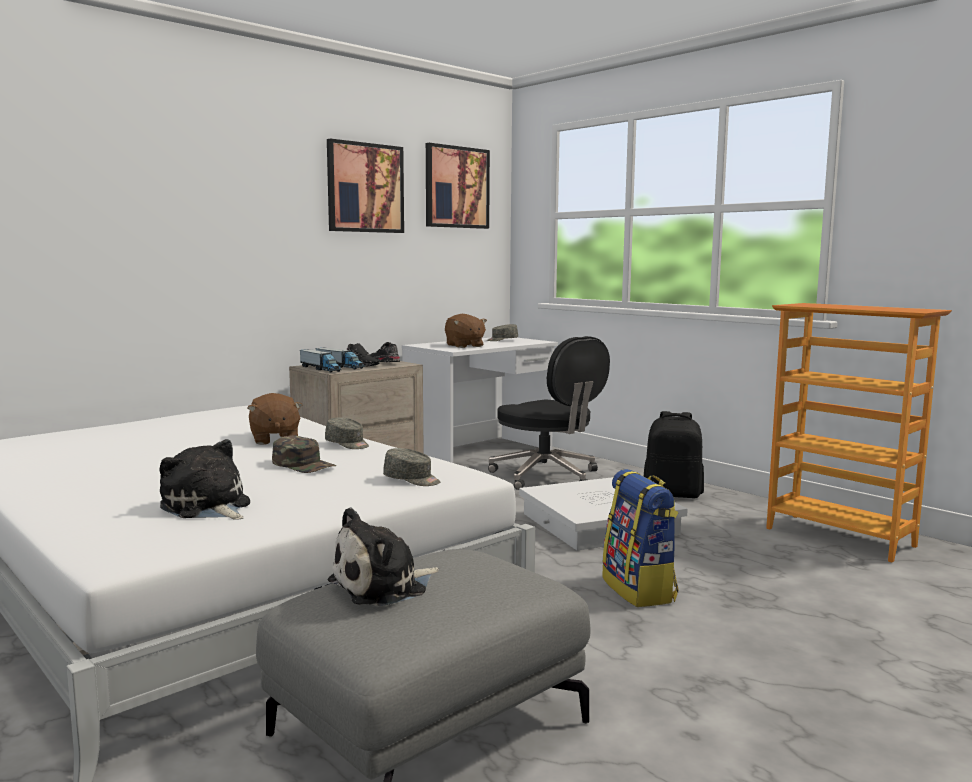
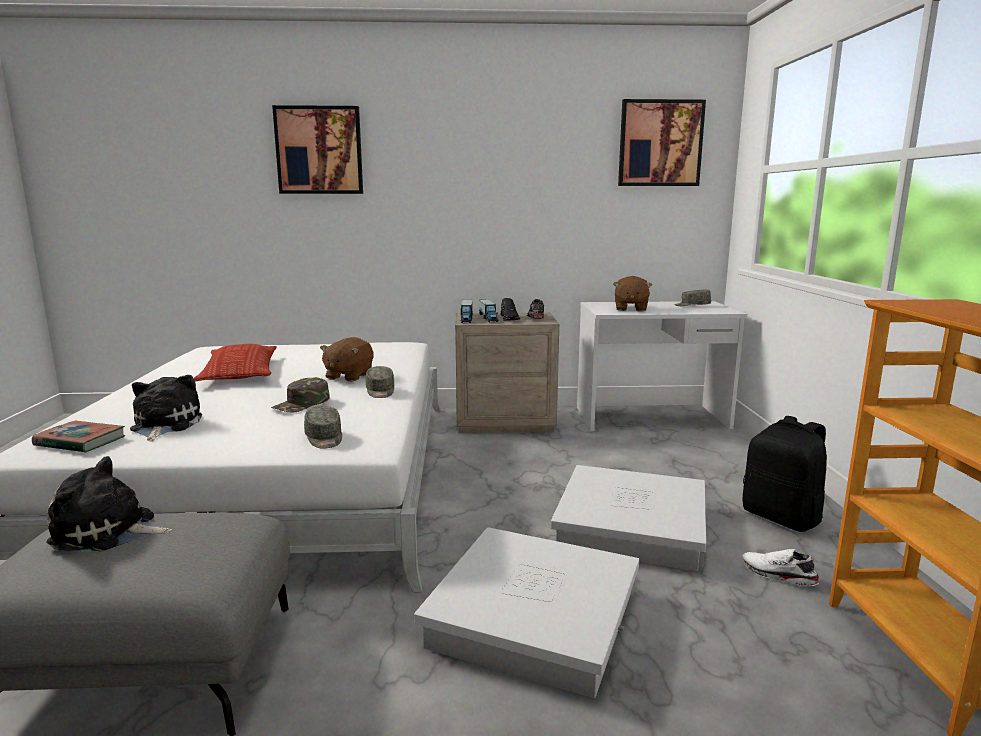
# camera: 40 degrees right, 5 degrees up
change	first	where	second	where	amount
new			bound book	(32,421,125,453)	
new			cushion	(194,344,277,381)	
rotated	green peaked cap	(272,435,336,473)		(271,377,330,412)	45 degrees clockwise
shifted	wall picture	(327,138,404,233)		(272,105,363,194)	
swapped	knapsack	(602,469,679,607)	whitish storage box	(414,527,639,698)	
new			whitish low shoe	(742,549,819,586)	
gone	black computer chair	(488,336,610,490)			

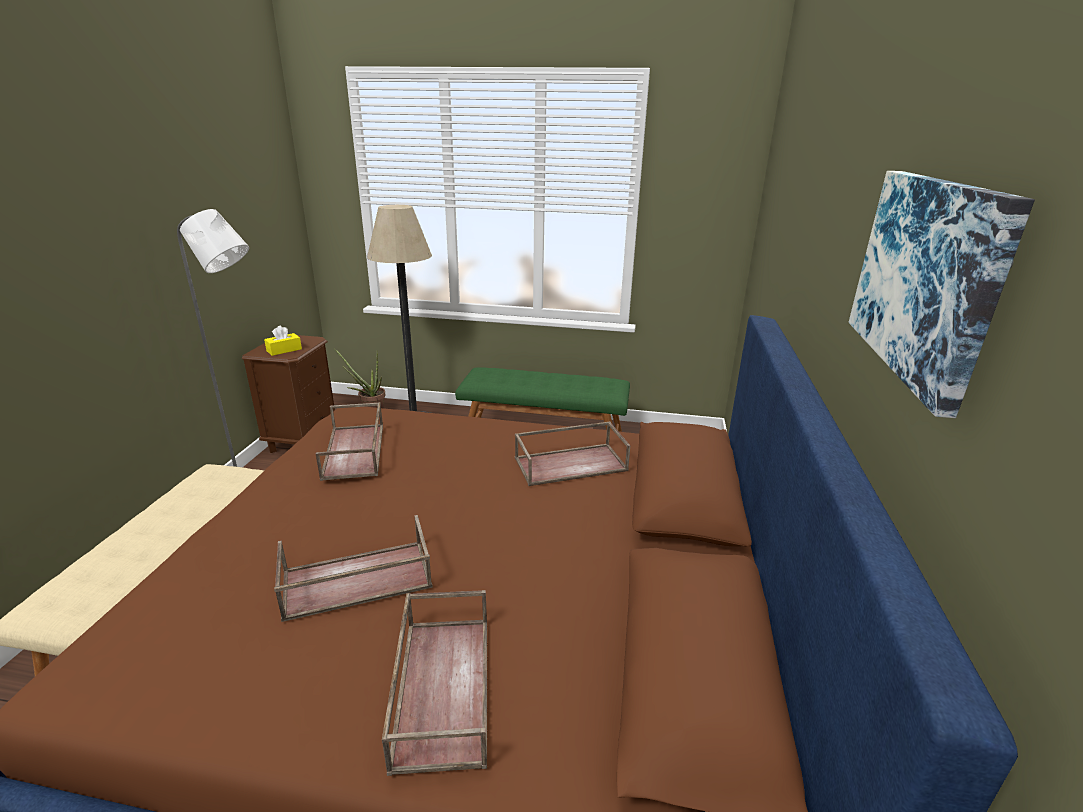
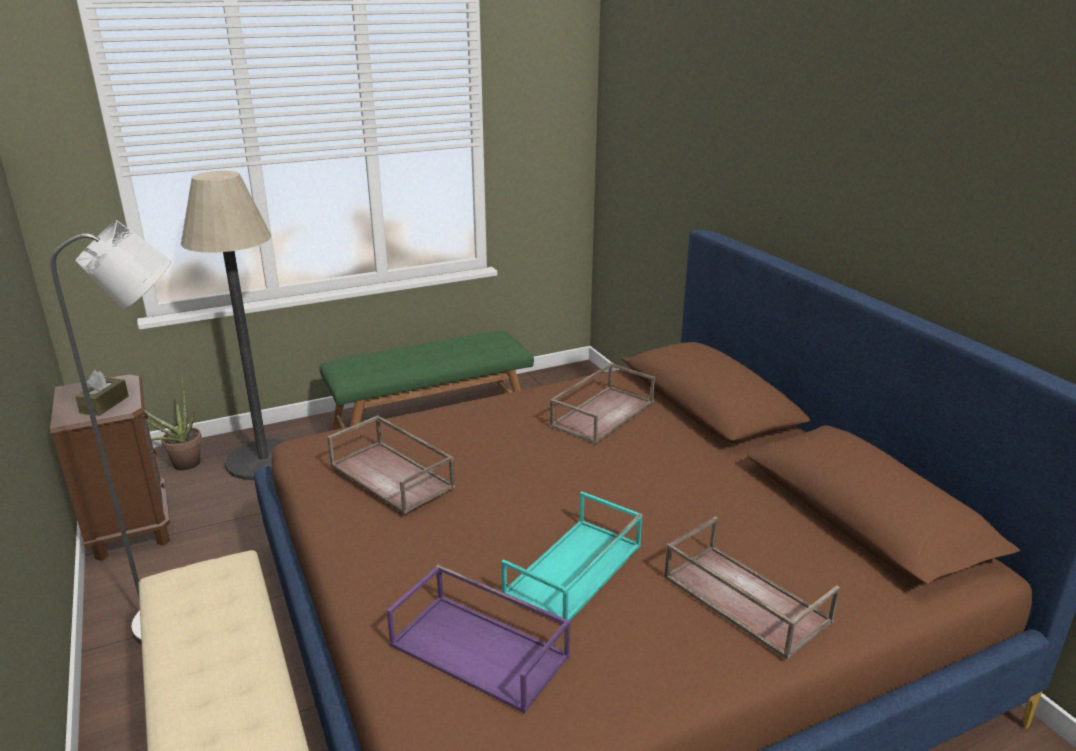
# camera: 35 degrees left, 0 degrees up
change	first	where	second	where	amount
repainted	yellow-coloured tissue box	(264,325,302,356)	brown tissue box	(75,370,129,416)	
new			purple-coloured carrying tray	(387,565,571,713)	
repainted	brown carrying tray	(274,515,433,622)	turquoise carrying tray	(501,492,643,621)	
gone	wall picture	(849,171,1035,418)			

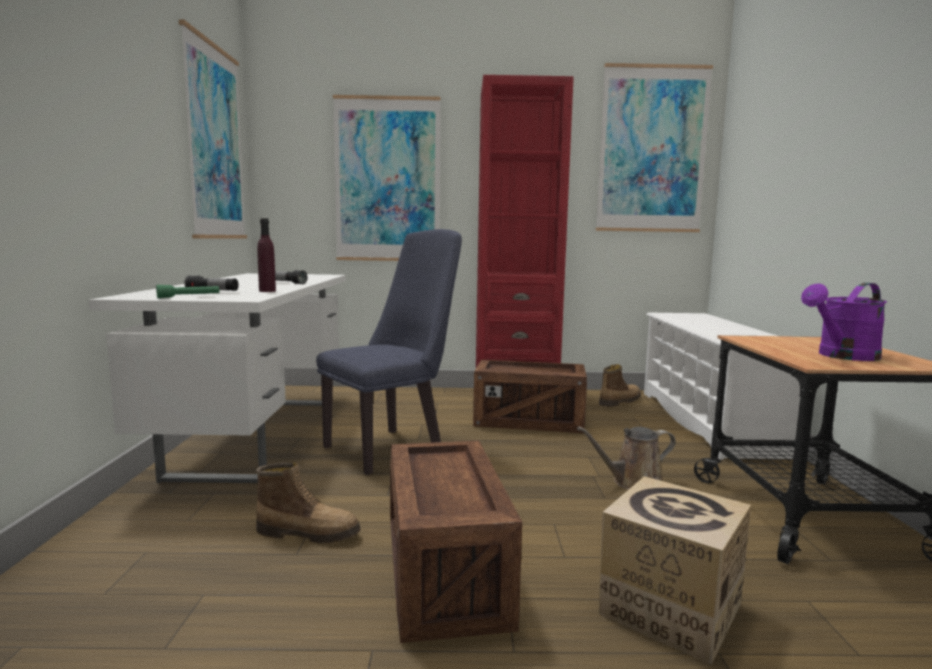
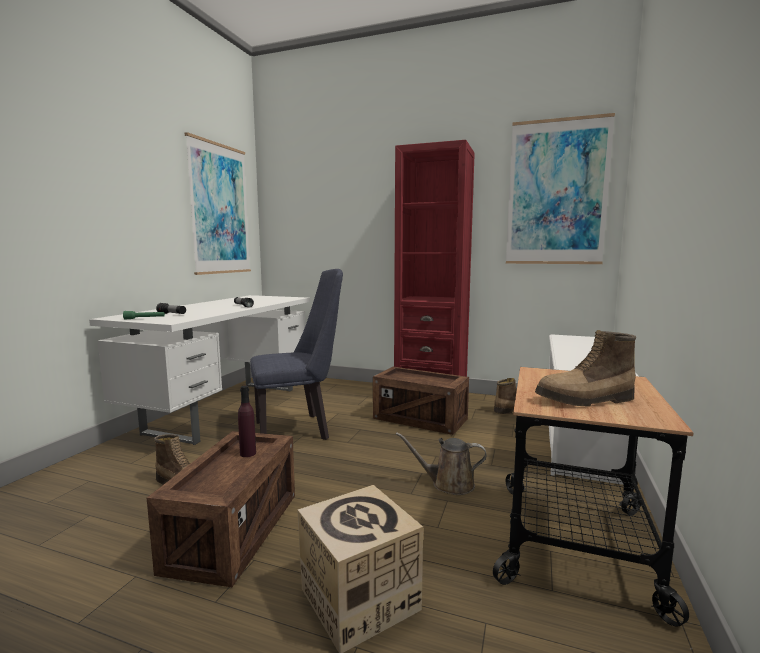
# camera: 20 degrees right, 0 degrees up
change	first	where	second	where	amount
shifted	purple-coloured drink bottle	(257,218,276,292)		(238,386,256,457)	
swapped	purple-coloured sprinkling can	(801,283,887,361)	high-top boot	(535,330,636,407)	
gone	wall picture	(333,95,441,261)			

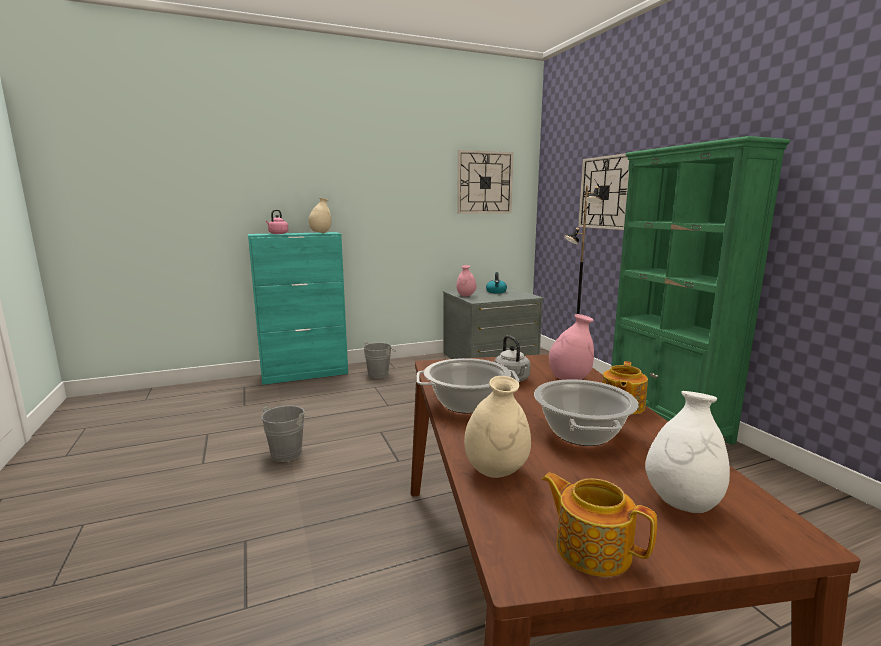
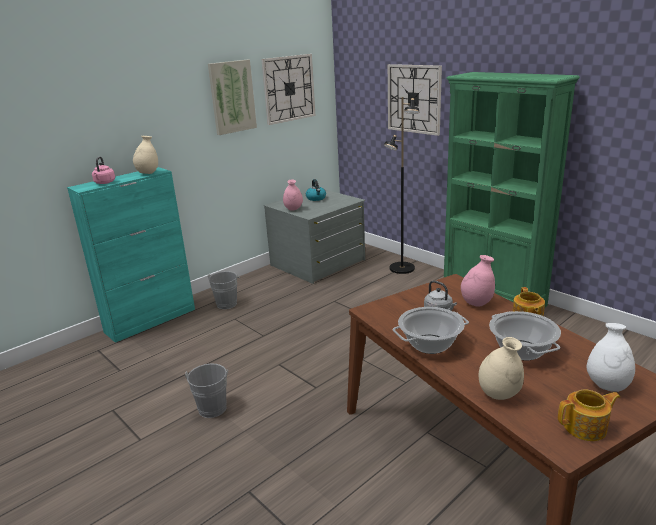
# camera: 20 degrees left, 10 degrees up
change	first	where	second	where	amount
new			wall picture	(208,60,257,135)	
rotated	tea pot	(542,473,657,577)		(558,390,620,441)	150 degrees clockwise

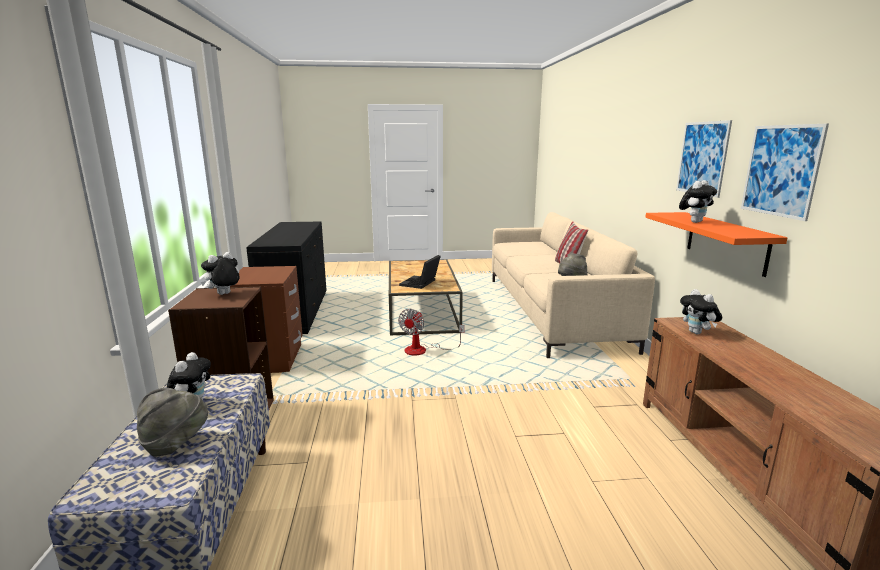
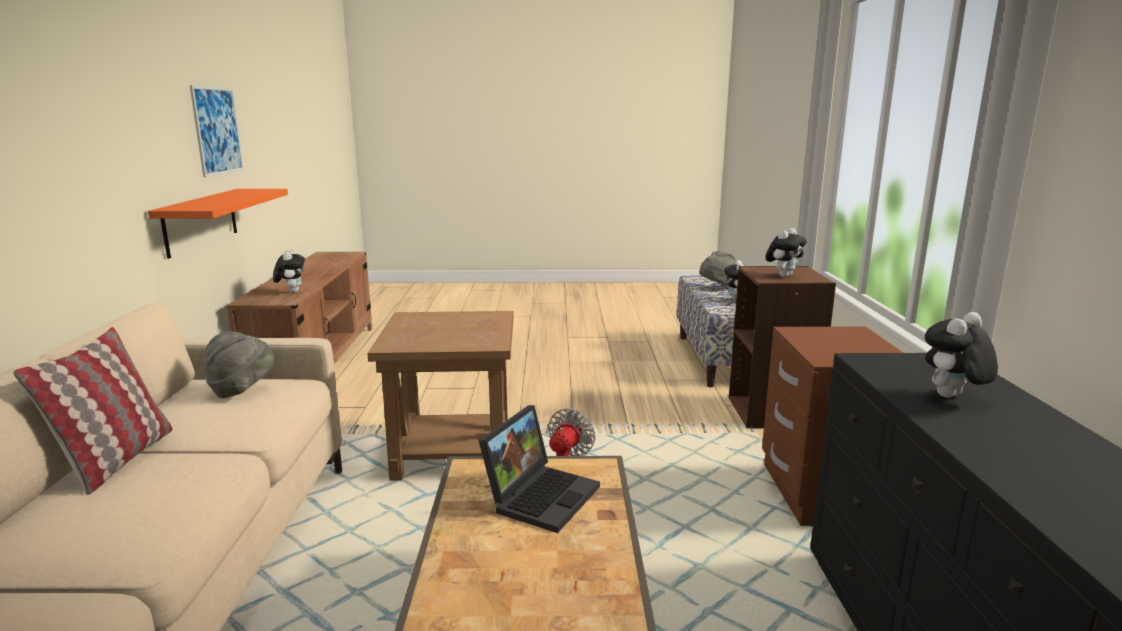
# camera: 175 degrees left, 0 degrees up
change	first	where	second	where	amount
new			brown side table	(367,311,514,481)	
shifted	soft toy	(679,180,717,223)		(925,312,998,398)	
gone	wall picture	(676,120,732,198)			

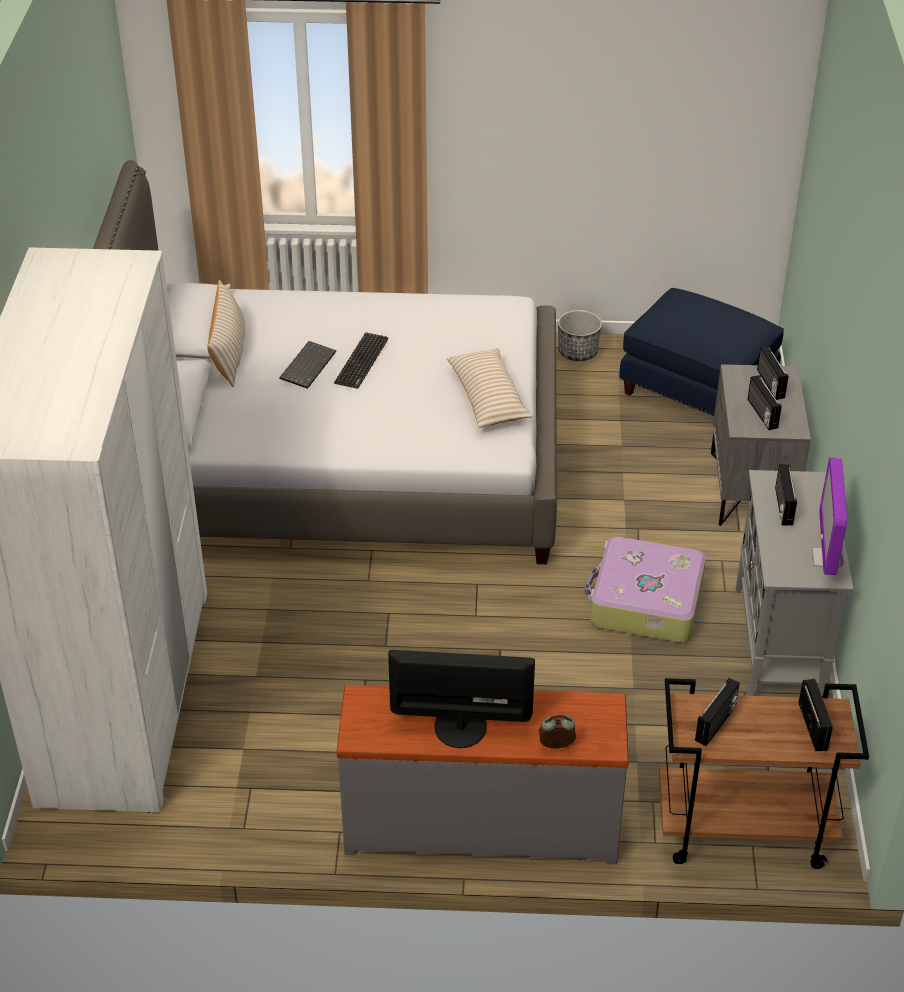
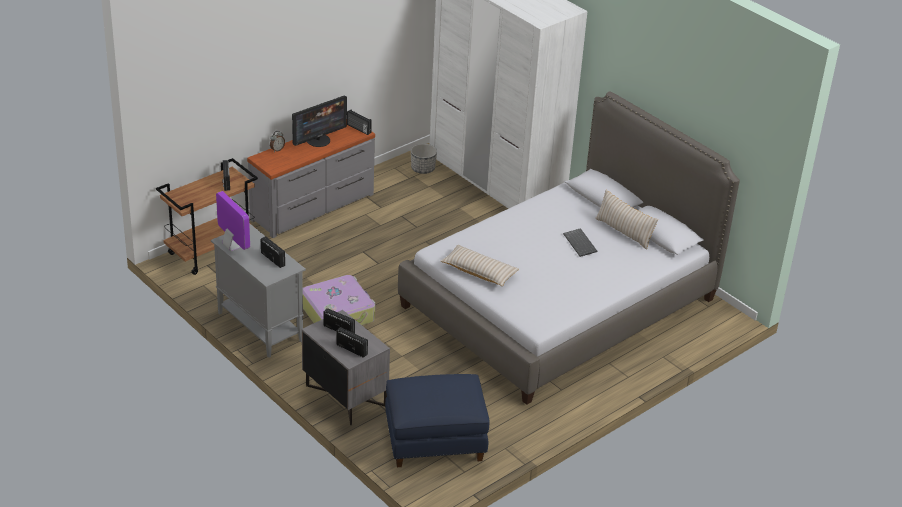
# camera: 135 degrees right, 5 degrees down
change	first	where	second	where	amount
shifted	radio	(798,679,833,751)		(347,109,372,135)	
shifted	planter	(558,310,602,361)		(411,144,437,174)	
gone	PC keyboard	(334,332,388,389)			

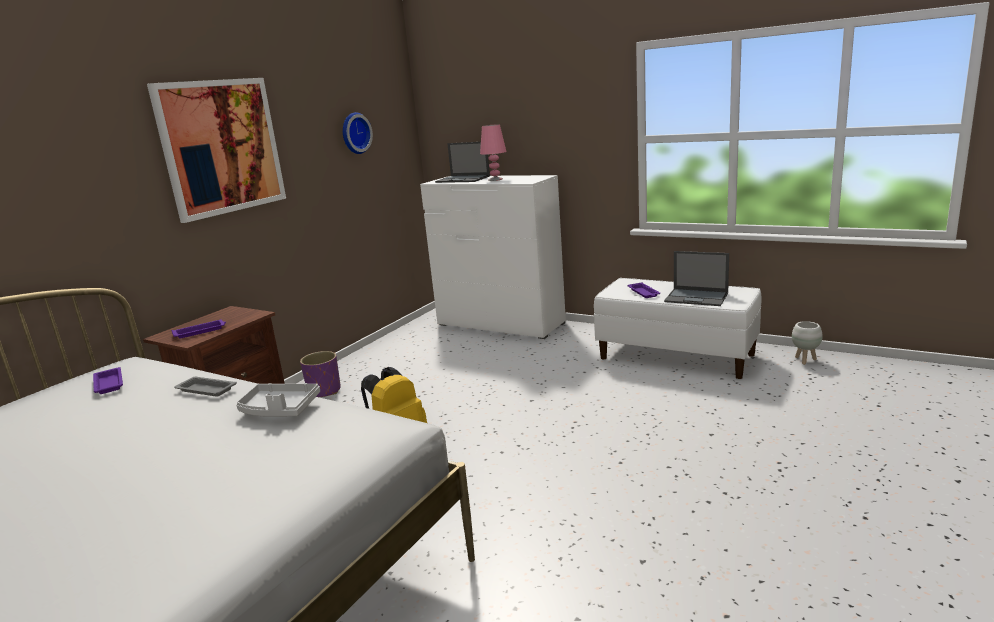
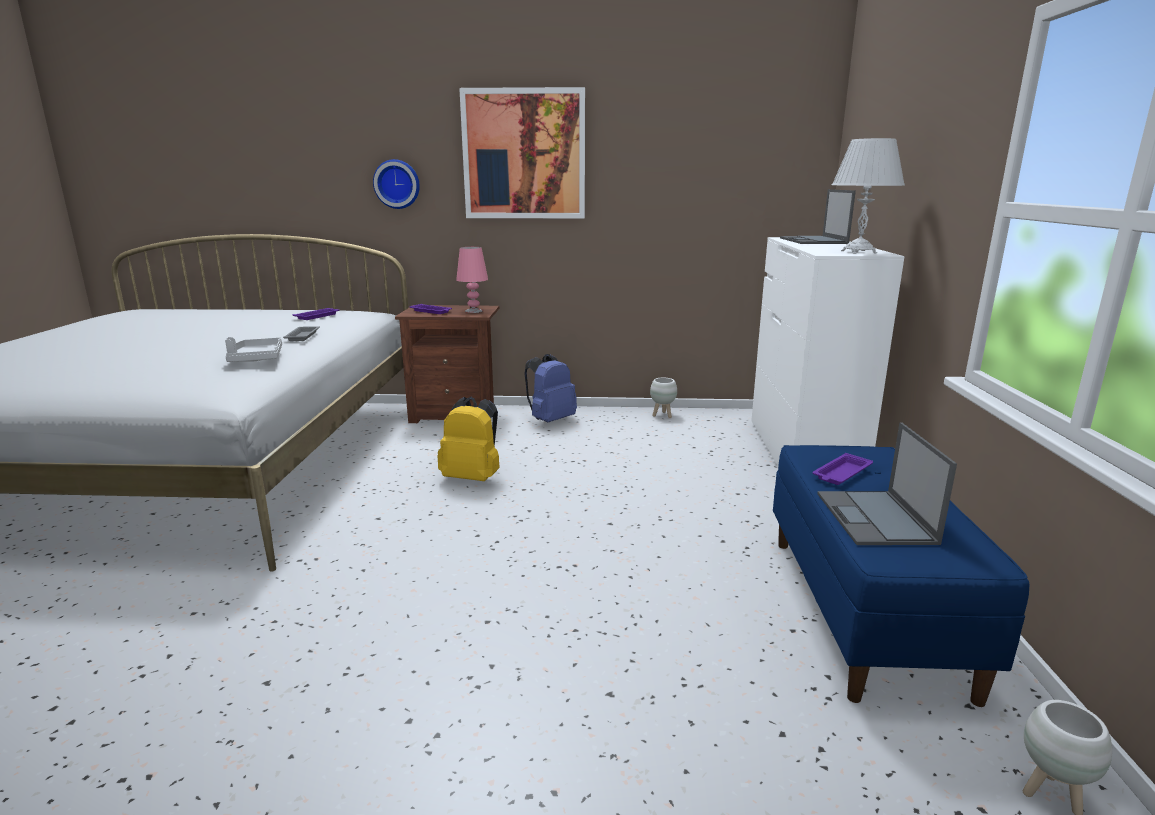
# camera: 60 degrees right, 0 degrees up
change	first	where	second	where	amount
shifted	hanging clock	(343,112,373,154)		(373,159,420,209)	
shifted	pink-coloured table lamp	(480,124,507,181)		(456,247,488,313)	
swapped	purple-coloured planter	(300,351,341,397)	blue knapsack	(524,354,577,422)	
new			whitish planter	(650,378,677,418)	
repainted	whitish indoor bench	(594,278,762,379)	blue indoor bench	(773,445,1029,707)	
new			whitish table lamp	(832,138,905,254)	

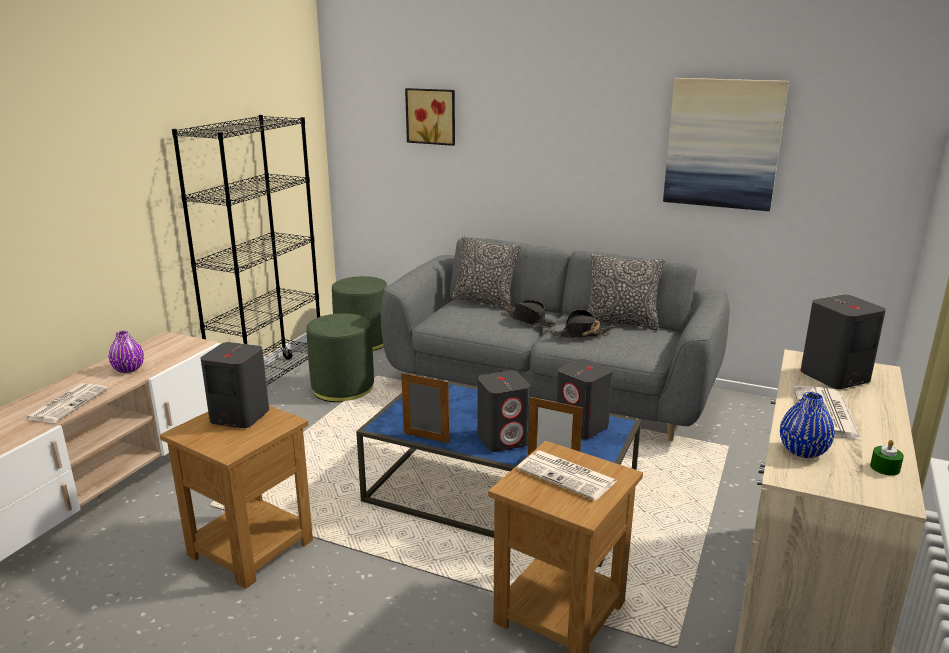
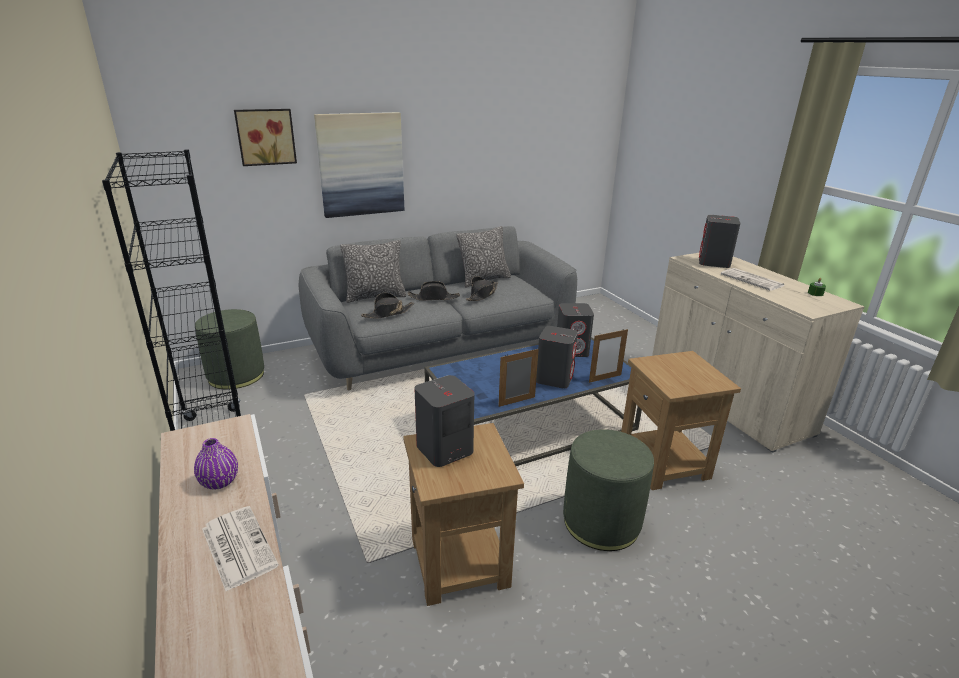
# camera: 50 degrees left, 5 degrees up
change	first	where	second	where	amount
shifted	wall picture	(663,78,789,211)		(314,112,404,218)	
new			black wearable hat	(361,293,414,319)	
shifted	green footrest	(306,313,374,402)		(563,429,654,551)	
gone	printed paper	(517,450,617,500)			
gone	blue flower vase	(780,392,835,458)			

